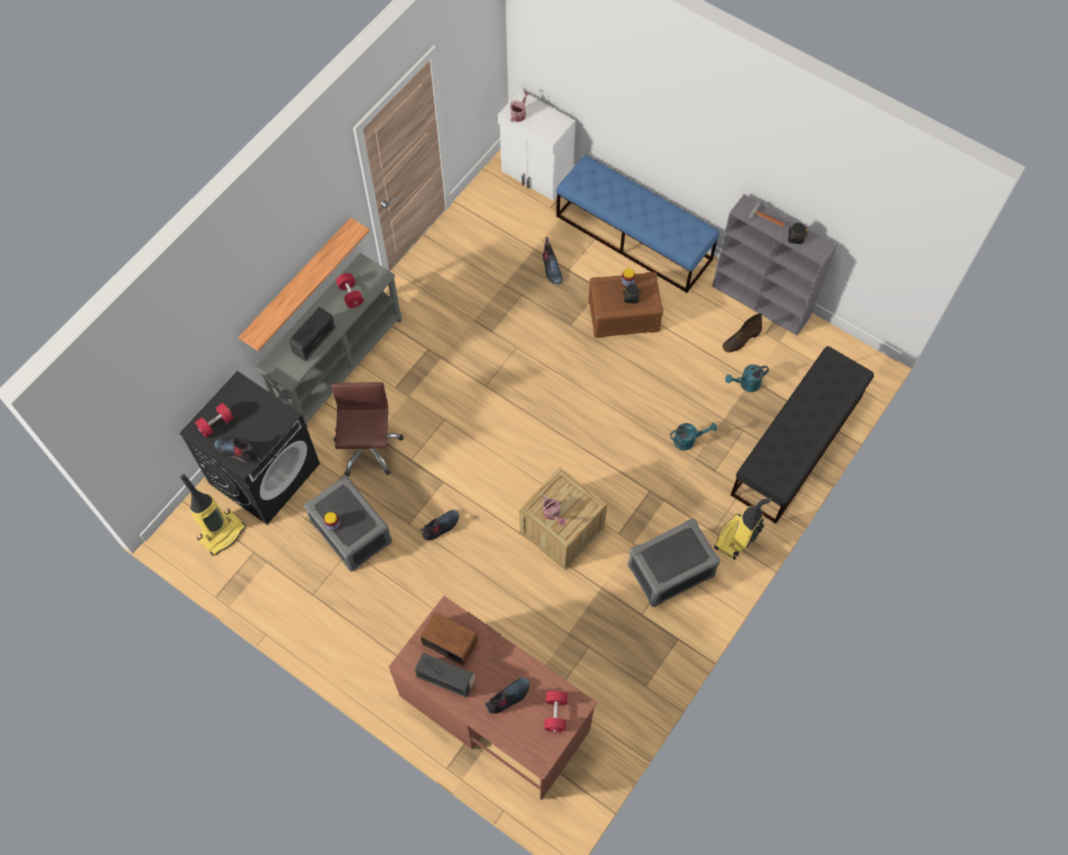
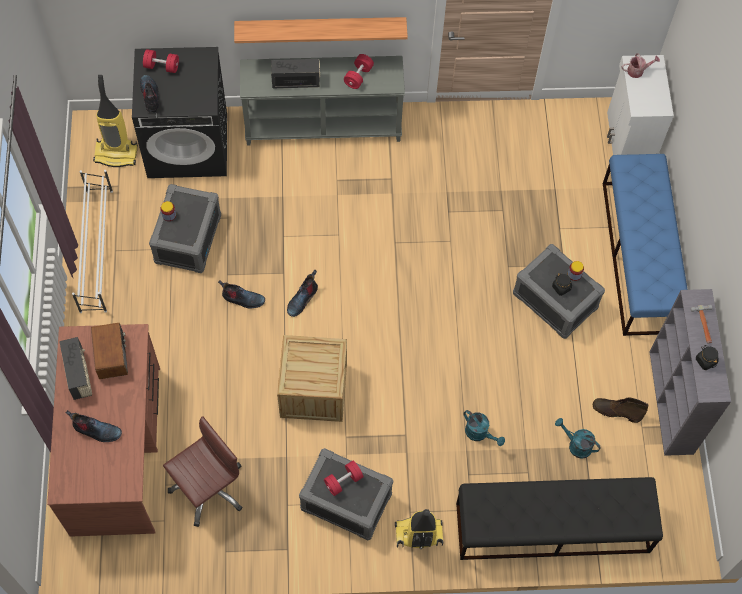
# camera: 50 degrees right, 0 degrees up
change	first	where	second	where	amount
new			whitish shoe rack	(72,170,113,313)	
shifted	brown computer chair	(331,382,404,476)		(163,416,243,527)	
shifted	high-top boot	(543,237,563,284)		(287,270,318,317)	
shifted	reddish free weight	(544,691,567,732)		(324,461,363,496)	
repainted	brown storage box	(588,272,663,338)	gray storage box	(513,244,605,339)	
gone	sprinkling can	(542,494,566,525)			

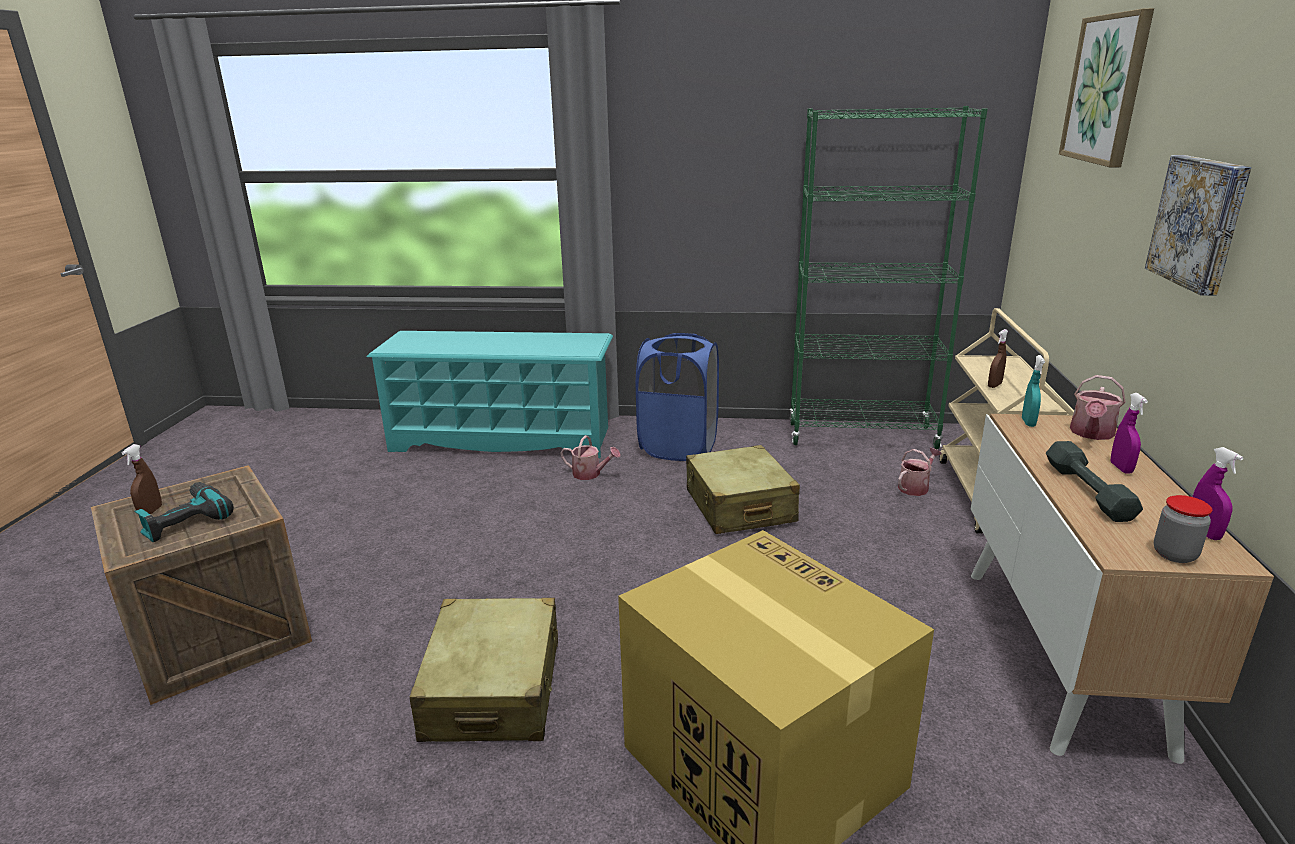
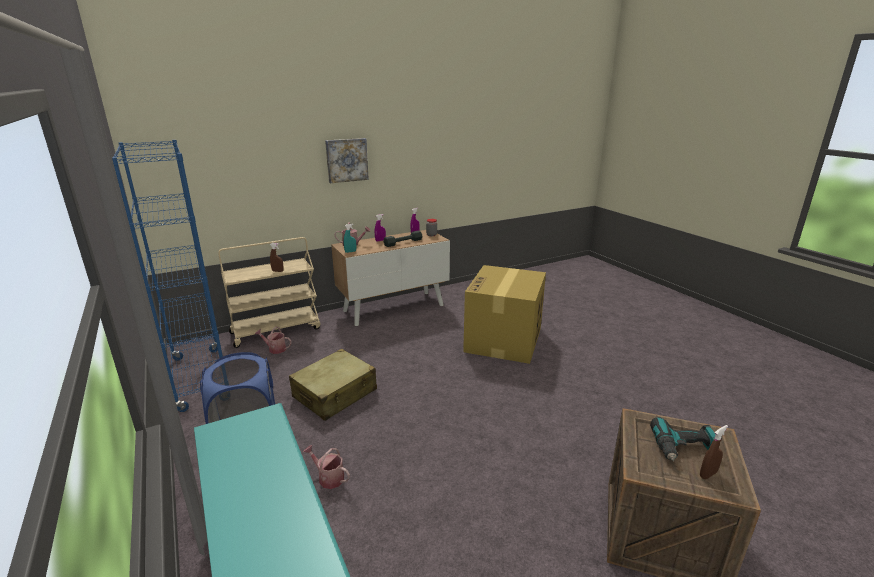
# camera: 125 degrees left, 0 degrees up
change	first	where	second	where	amount
repainted	green shelving unit	(789,106,987,449)	blue shelving unit	(112,140,223,412)	
rotated	sprinkling can	(560,435,621,480)		(303,445,350,489)	45 degrees counterclockwise
gone	sand-coloured travel case	(410,598,558,742)			
gone	wall picture	(1059,8,1154,167)			

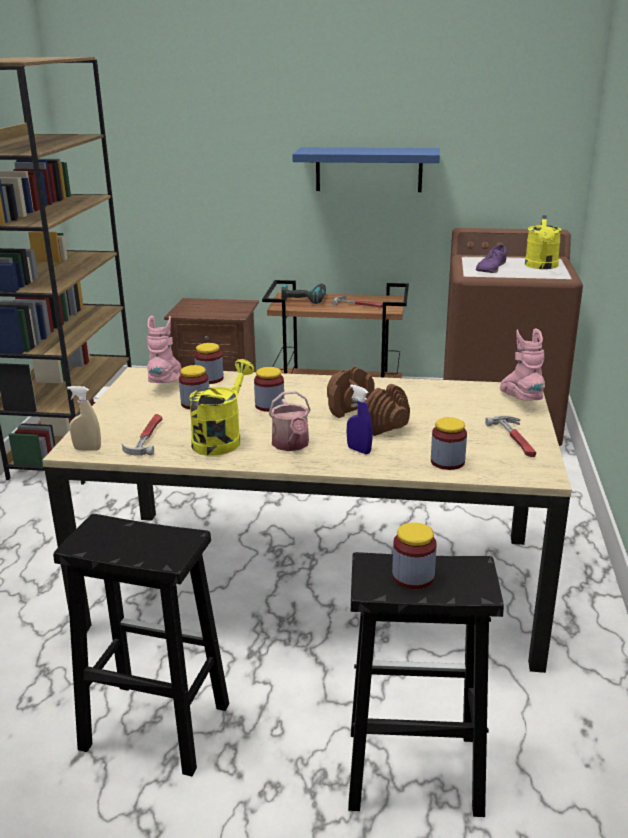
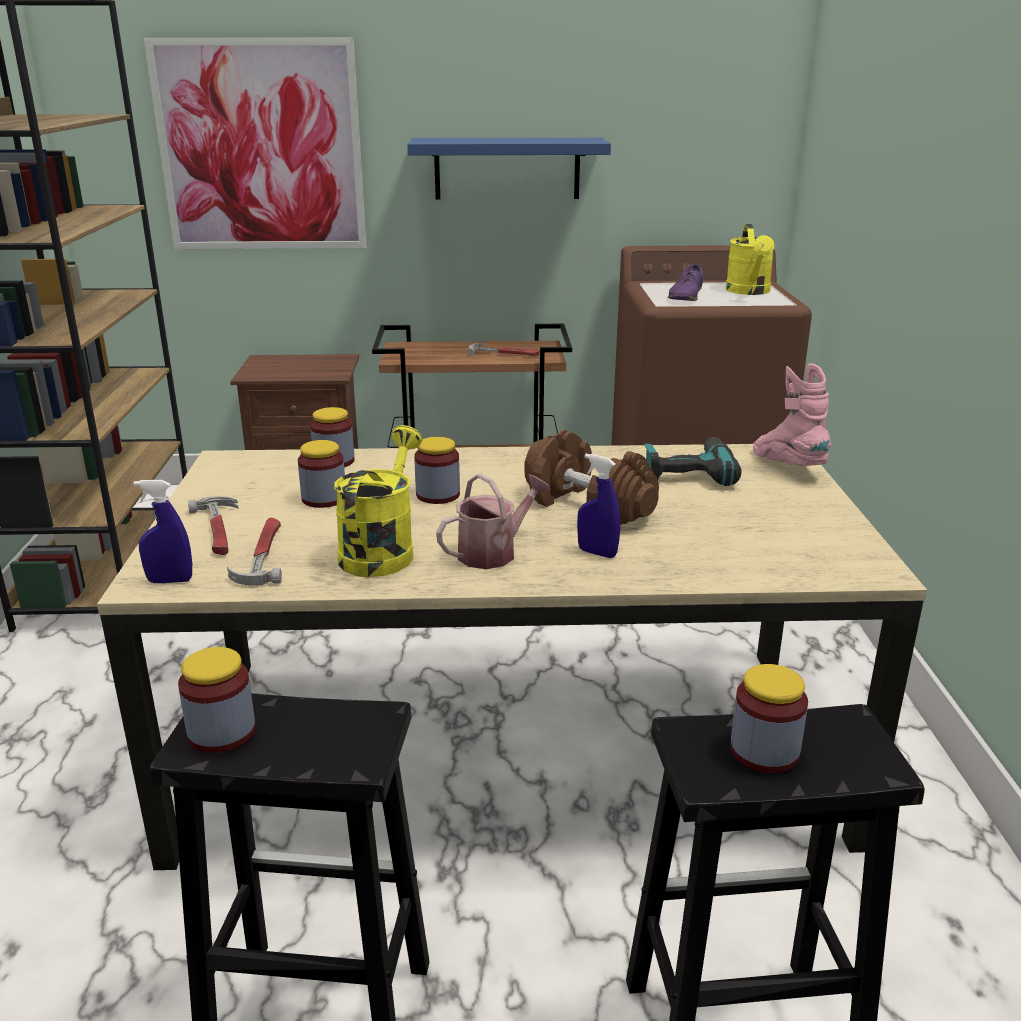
# camera: 10 degrees left, 0 degrees up
change	first	where	second	where	amount
repainted	sand-coloured sprayer	(67,386,101,451)	blue sprayer	(133,480,192,583)	
new			wall picture	(144,37,367,249)	
shifted	jar	(431,417,467,470)		(178,647,256,753)	
shifted	hammer	(485,416,536,457)		(188,496,238,555)	
rotated	sprinkling can	(269,391,310,451)		(436,473,551,569)	105 degrees counterclockwise
shifted	power drill	(281,283,326,304)		(643,437,742,486)	
gone	pink-coloured high-top boot	(147,316,181,383)			

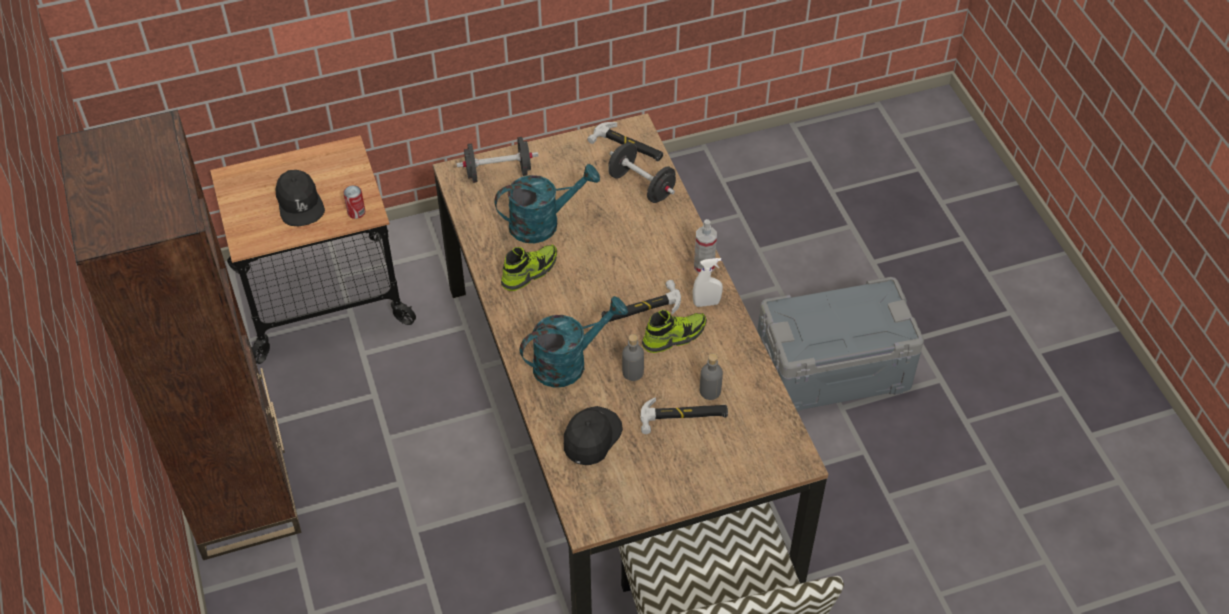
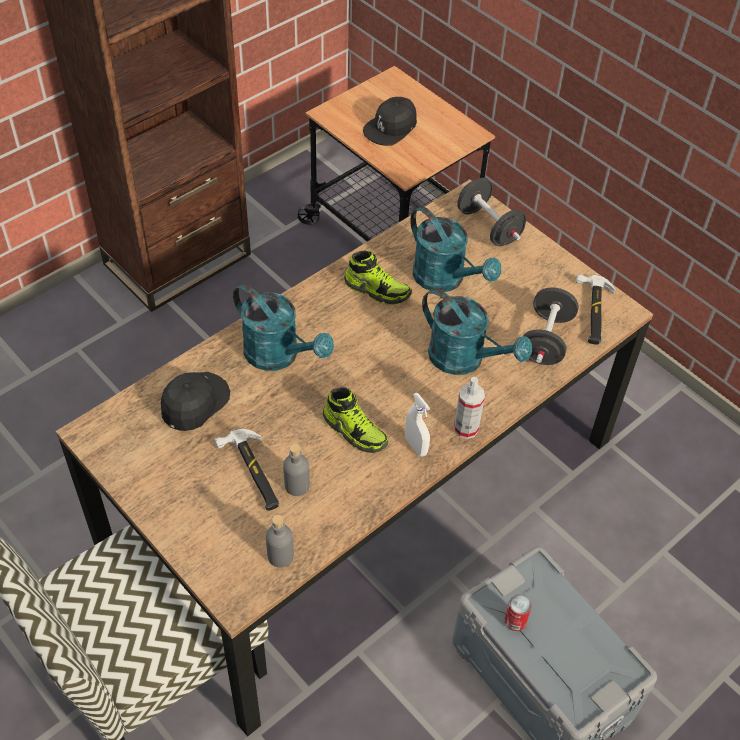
# camera: 65 degrees right, 0 degrees up
change	first	where	second	where	amount
rotated	black peaked cap	(564,406,623,465)		(161,372,230,431)	60 degrees counterclockwise
shifted	gray drink bottle	(622,334,644,381)		(266,515,294,568)	
new			turquoise sprinkling can	(422,289,532,375)	
shifted	sealed can	(343,185,365,219)		(505,595,532,631)	
gone	hammer	(601,280,681,322)			

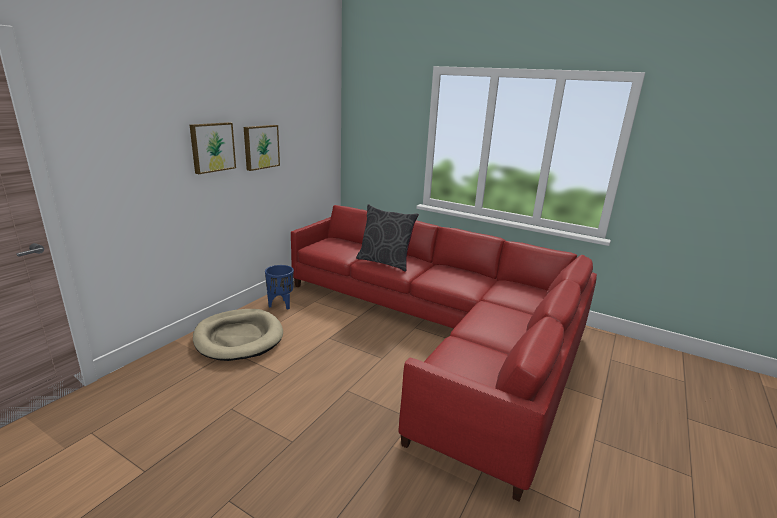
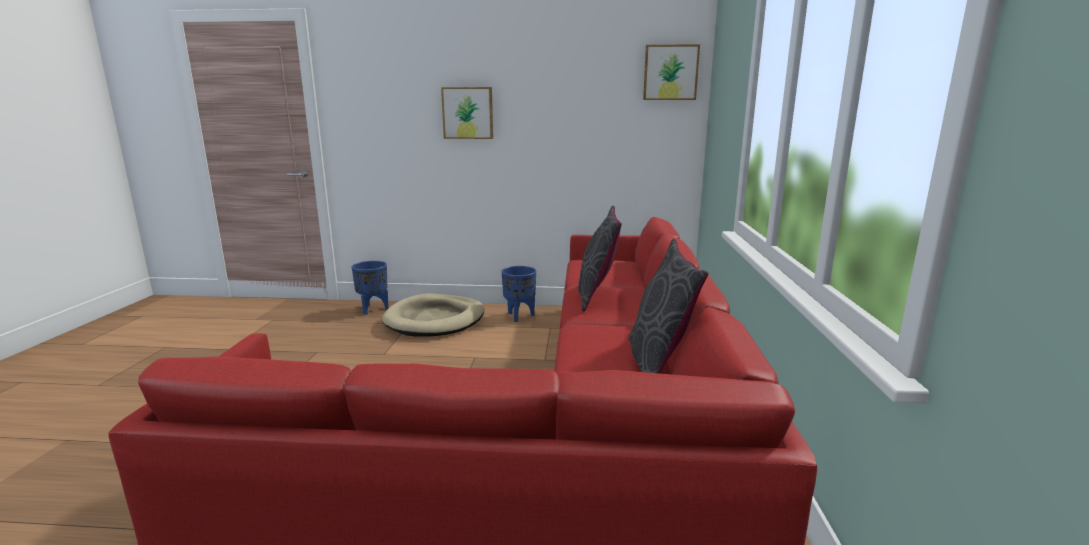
# camera: 65 degrees right, 5 degrees down
change	first	where	second	where	amount
new			blue planter	(352,261,389,315)	
new			gray cushion	(629,239,708,374)	
shifted	wall picture	(244,125,280,171)		(643,44,700,100)	

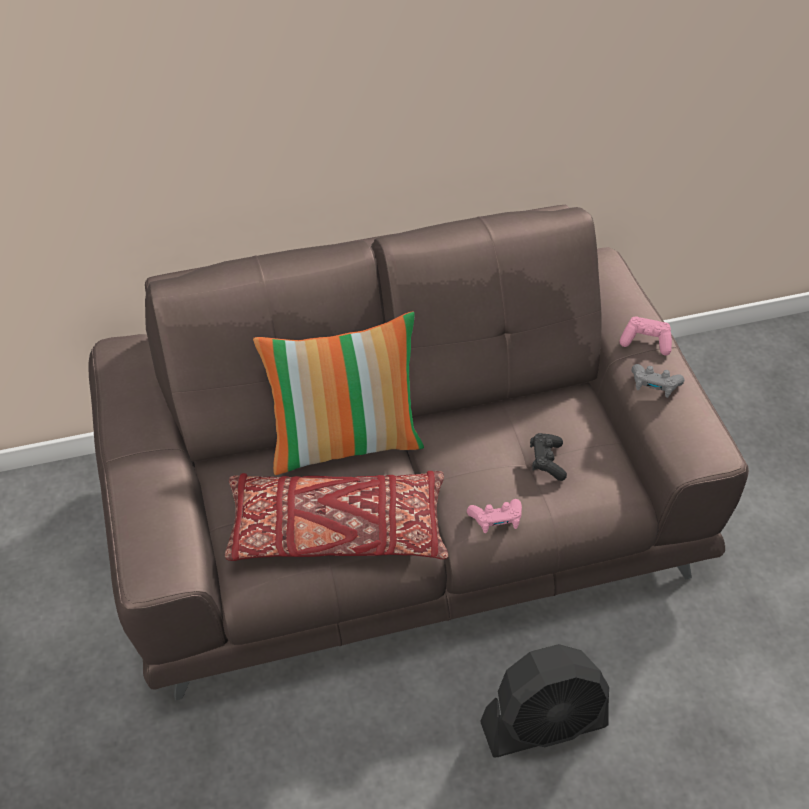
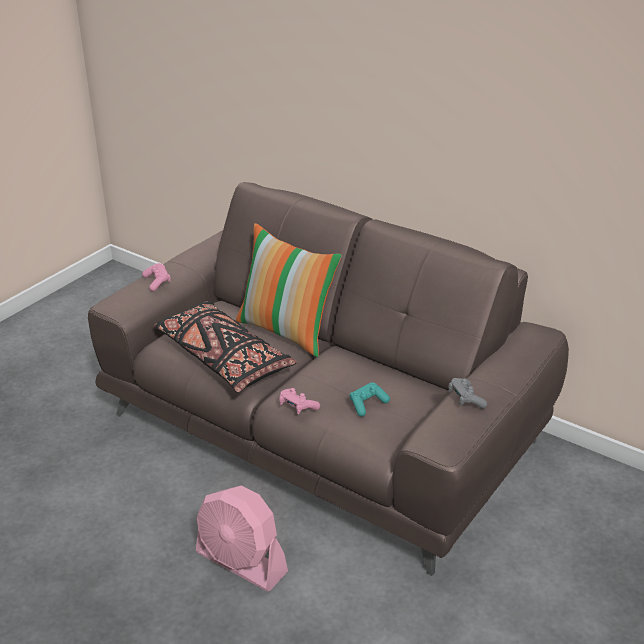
# camera: 50 degrees right, 15 degrees down
change	first	where	second	where	amount
shifted	pink-coloured gamepad	(620,316,672,356)		(142,263,171,292)	
repainted	reddish cushion	(225,471,448,561)	black cushion	(154,301,297,393)	
repainted	black cooling fan	(480,644,609,757)	pink-coloured cooling fan	(196,486,288,591)	
repainted	black gamepad	(530,433,567,481)	turquoise gamepad	(350,383,390,417)	

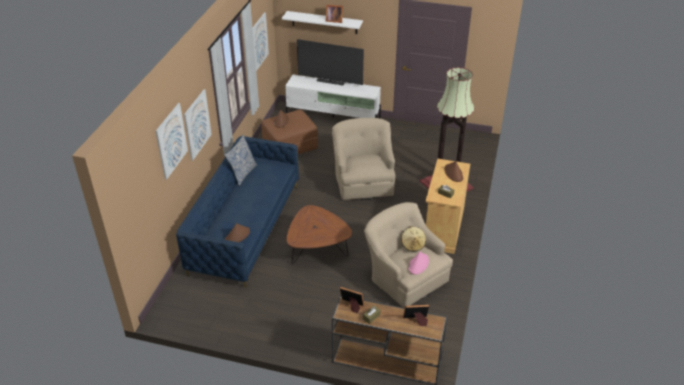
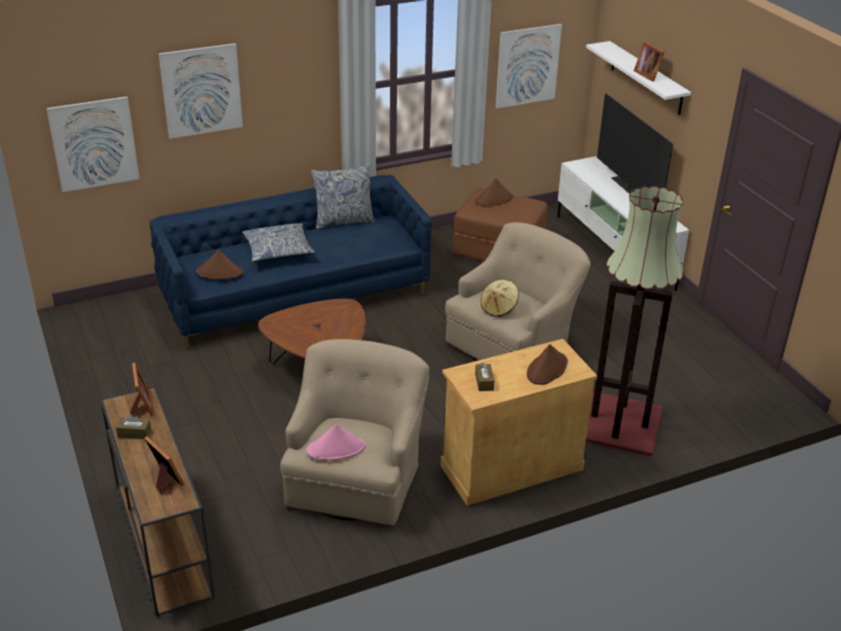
# camera: 50 degrees right, 5 degrees down
change	first	where	second	where	amount
shifted	wall picture	(184,89,212,161)		(46,97,140,192)	
new			cushion	(242,223,316,262)	
shifted	sand-coloured wearable hat	(401,226,426,252)		(480,280,519,317)	

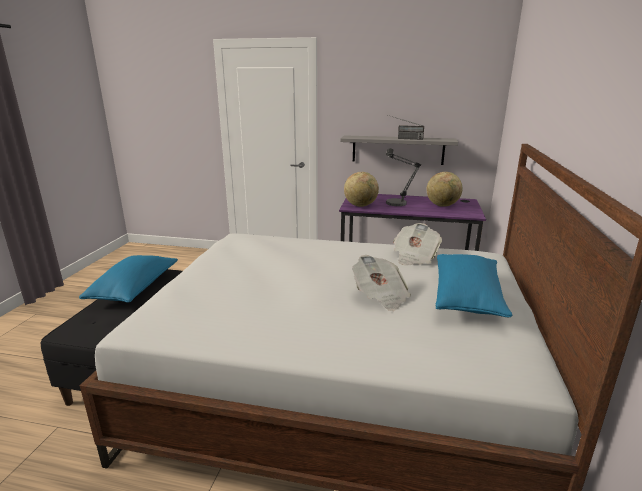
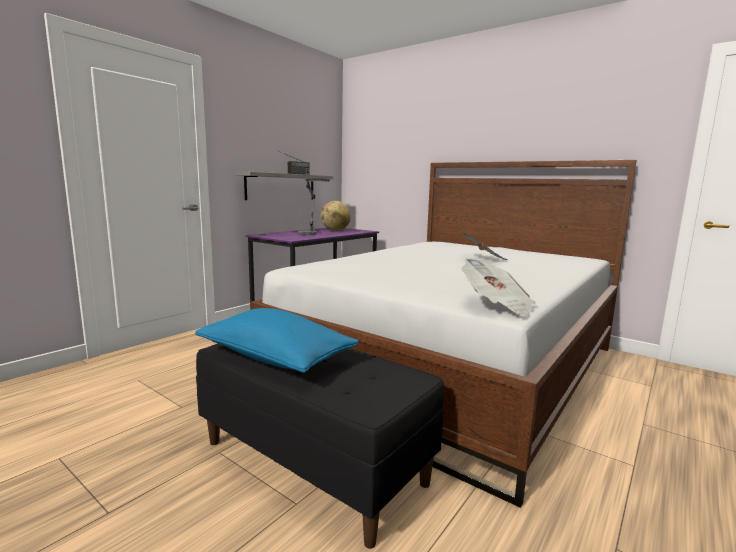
# camera: 65 degrees left, 10 degrees down
change	first	where	second	where	amount
shifted	printed paper	(393,223,442,266)		(461,258,536,317)	
gone	globe	(344,172,379,207)			
gone	blue cushion	(436,254,512,317)			

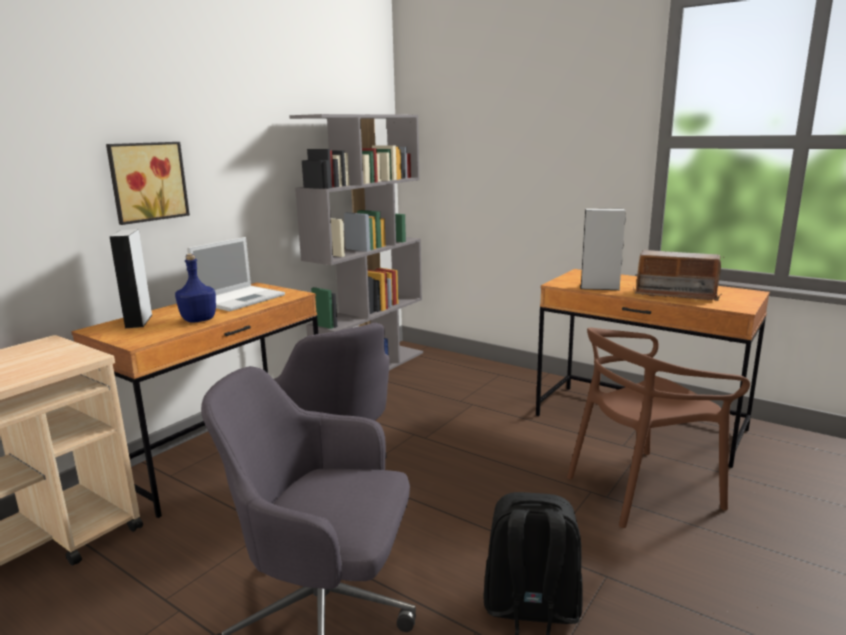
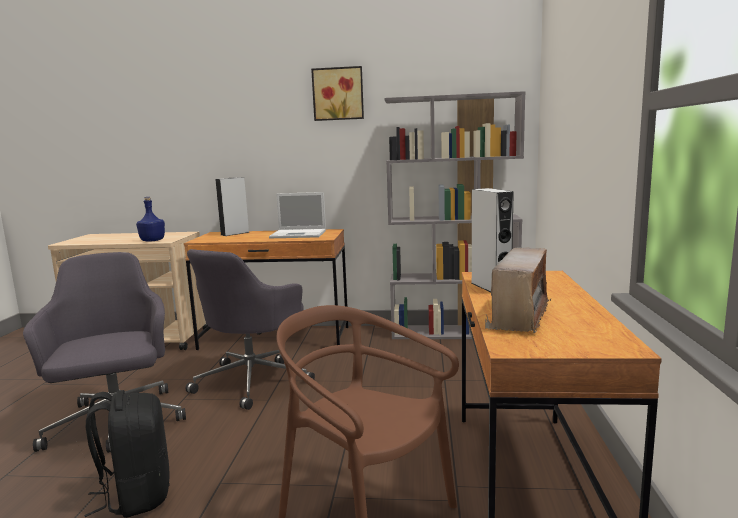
# camera: 60 degrees right, 5 degrees down
change	first	where	second	where	amount
shifted	blue drink bottle	(175,254,216,322)		(136,197,165,242)	
shifted	wall picture	(106,142,190,225)		(311,66,364,121)	
rotated	radio	(633,250,721,301)		(485,247,551,334)	150 degrees counterclockwise

